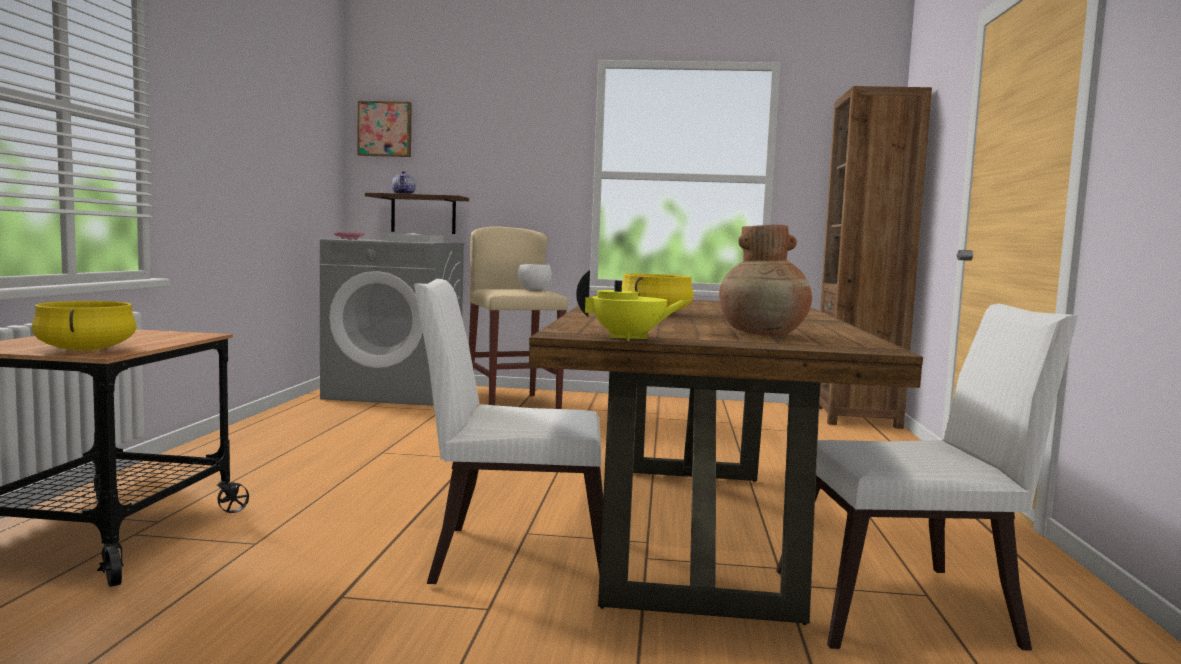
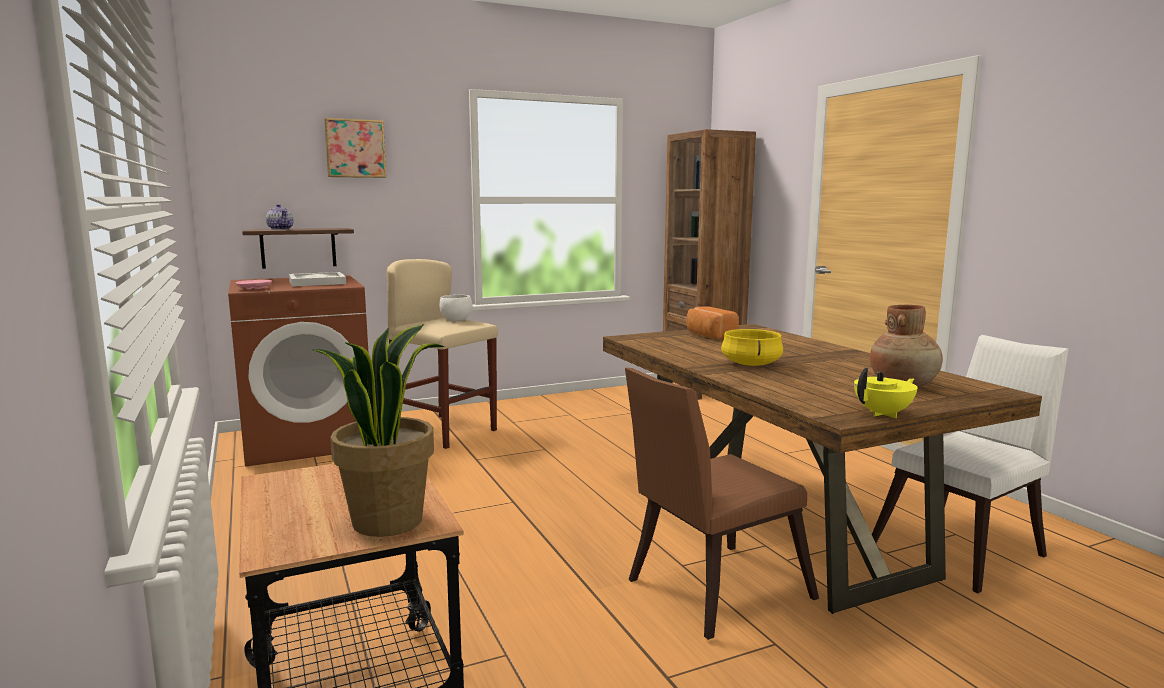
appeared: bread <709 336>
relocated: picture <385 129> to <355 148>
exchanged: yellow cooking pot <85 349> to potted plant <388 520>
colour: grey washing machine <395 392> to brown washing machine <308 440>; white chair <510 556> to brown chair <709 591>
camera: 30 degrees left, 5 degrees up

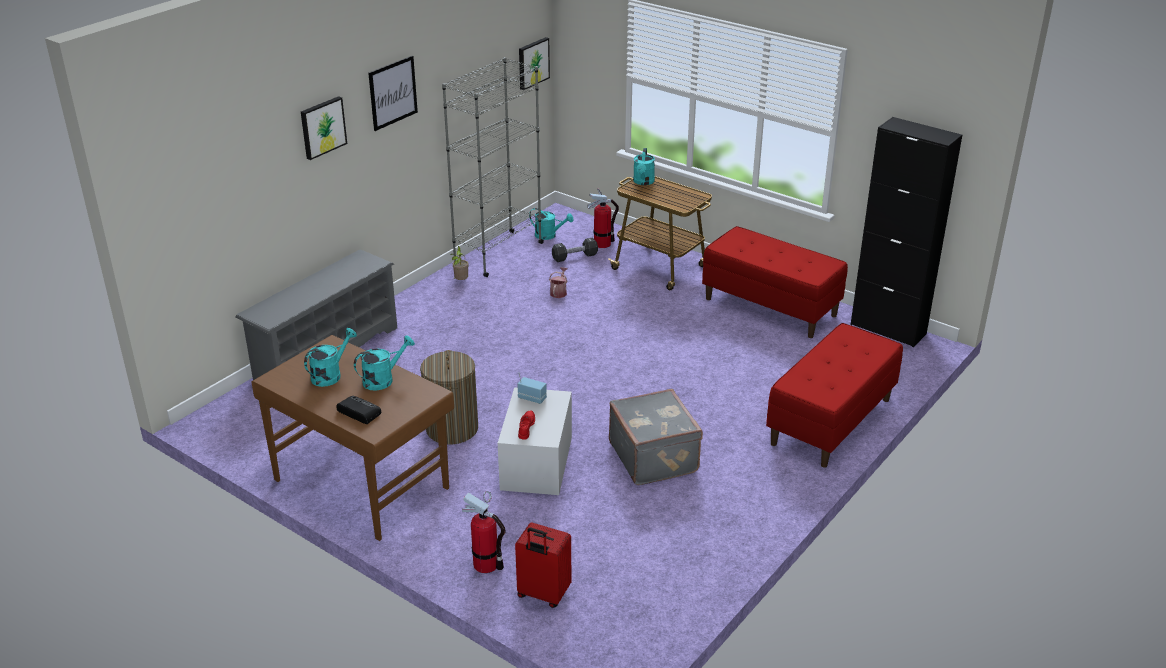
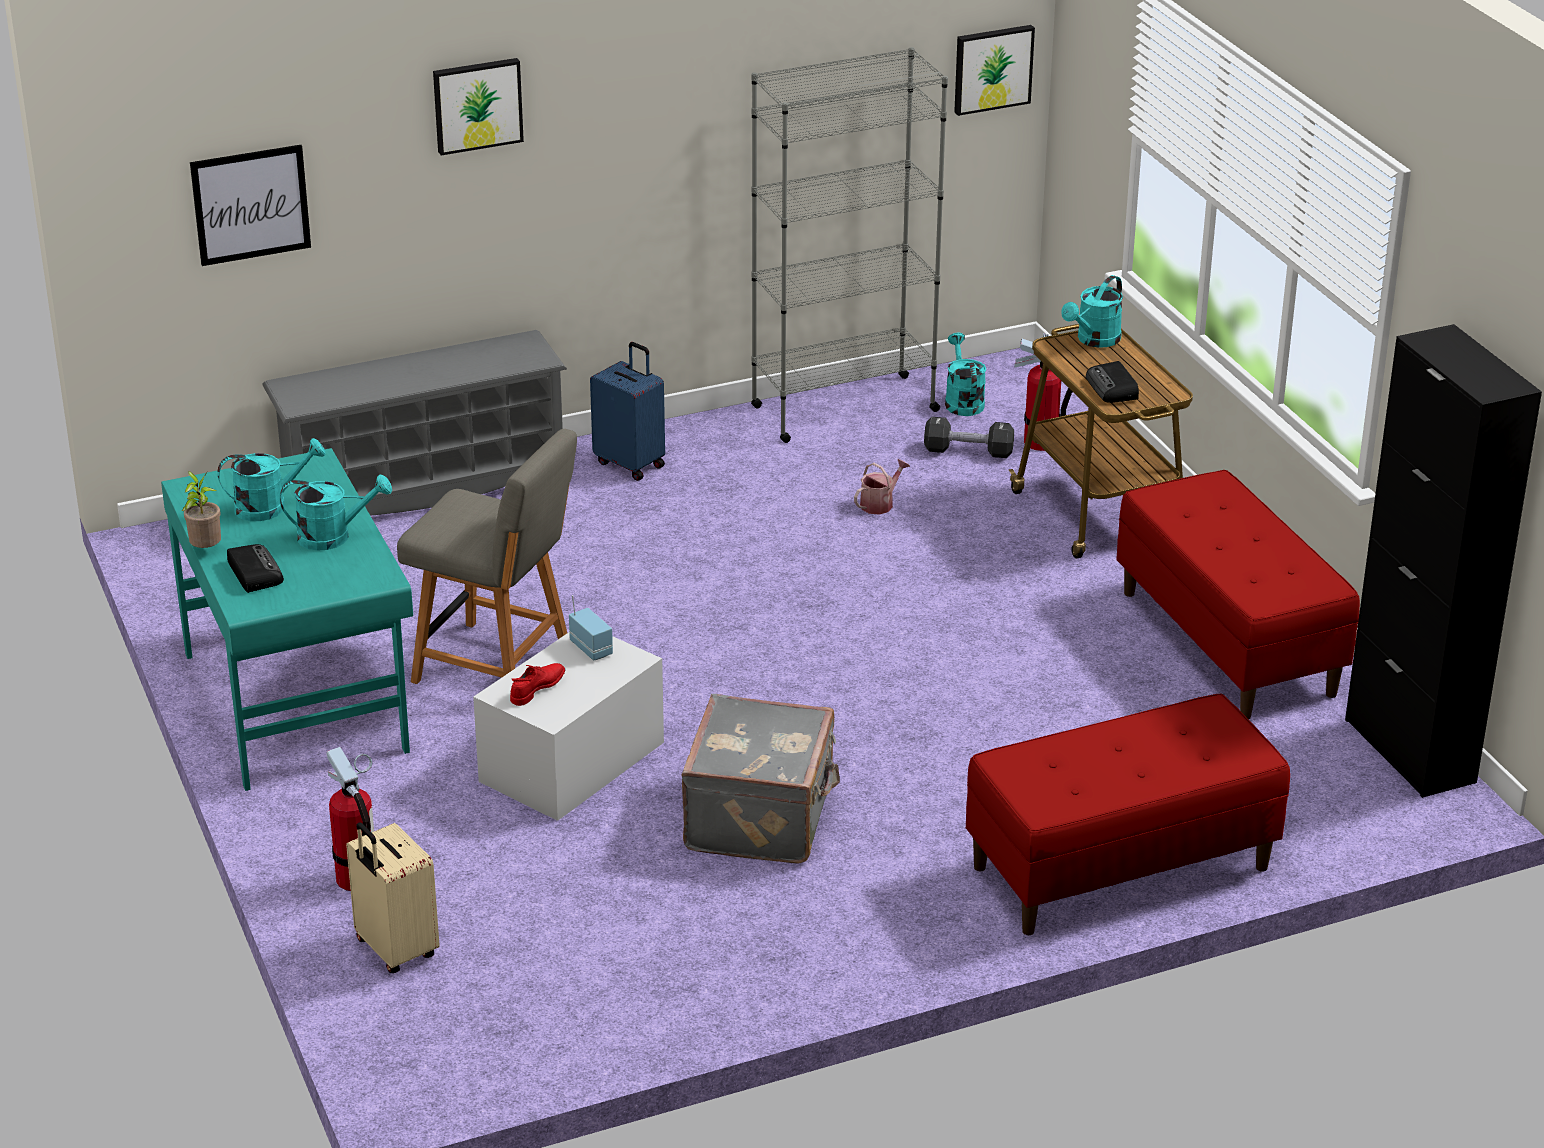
appeared: blue suitcase <631 464>; radio <1112 388>
relocated: potted plant <460 281> to <206 550>; picture <393 92> to <251 204>
exchanged: laundry basket <452 429> to grey chair <497 667>
colour: brown desk <361 482> to turquoise desk <297 700>; red suitcase <543 594> to beige suitcase <394 950>
spun: turquoise watering can <549 235> = <962 401> 150 degrees counterclockwise
camera: 30 degrees right, 0 degrees up

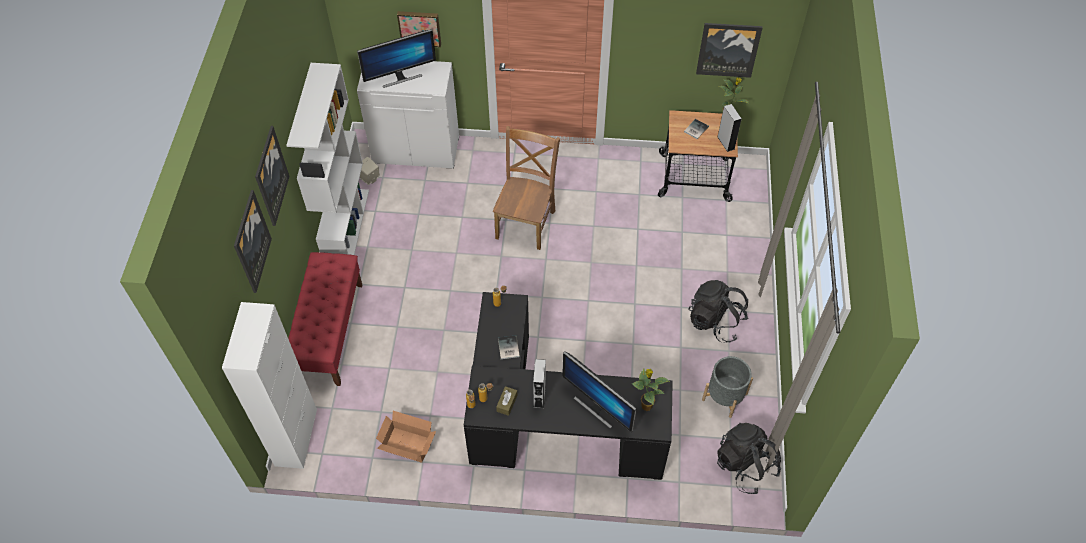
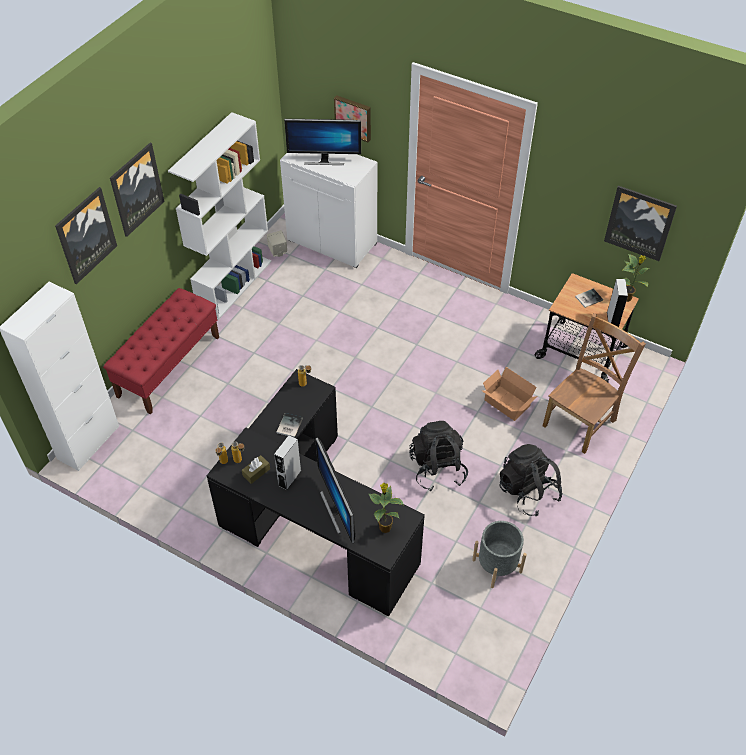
relocated: black backpack <745 465> to <437 468>; cardboard box <408 446> to <506 404>; brown chair <526 222> to <581 421>
camera: 25 degrees right, 5 degrees down

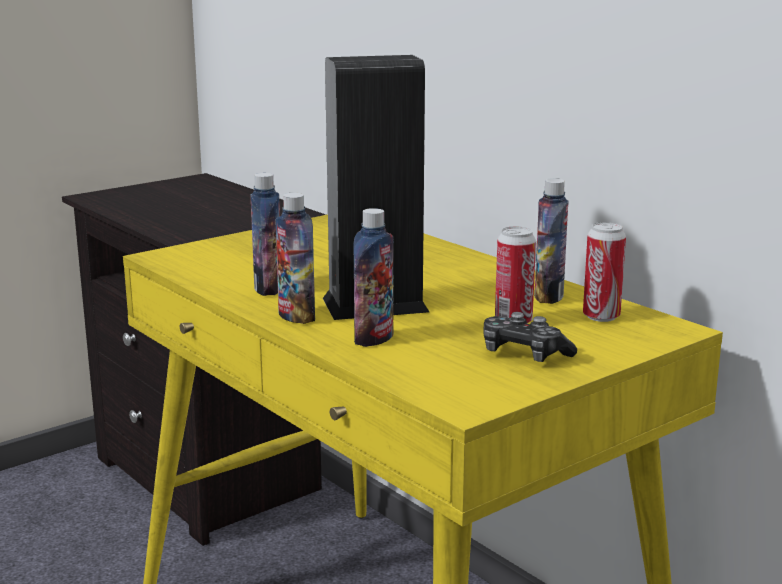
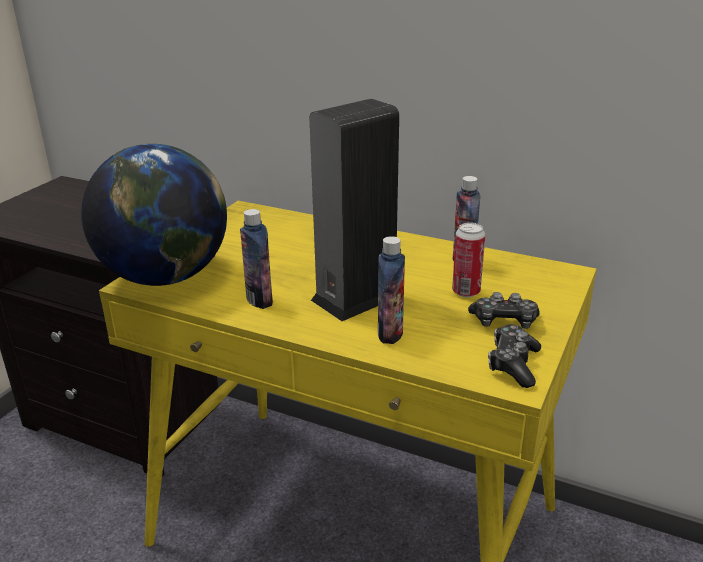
missing: bottle <296 316>; can <601 316>
appeared: globe <166 278>; game controller <513 364>
camera: 25 degrees left, 10 degrees up

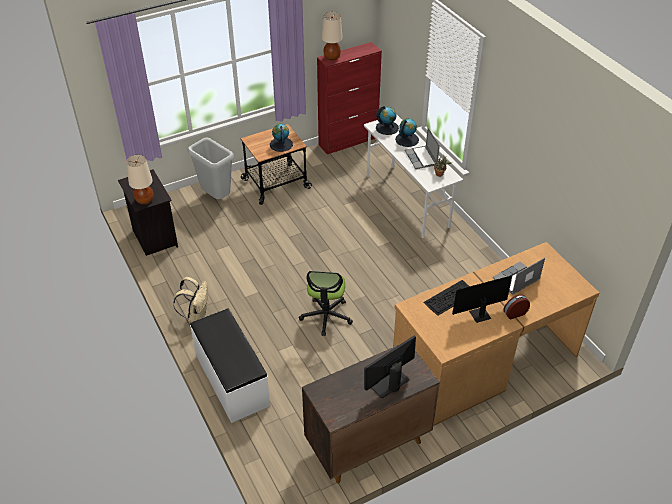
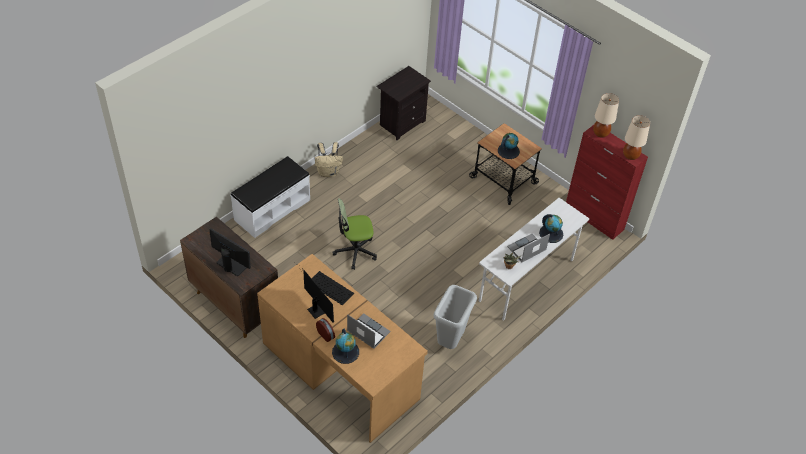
relocated: globe <387 128> to <345 352>; grey trash can <216 197> to <450 340>; beige table lamp <145 200> to <630 156>
camera: 70 degrees right, 5 degrees up

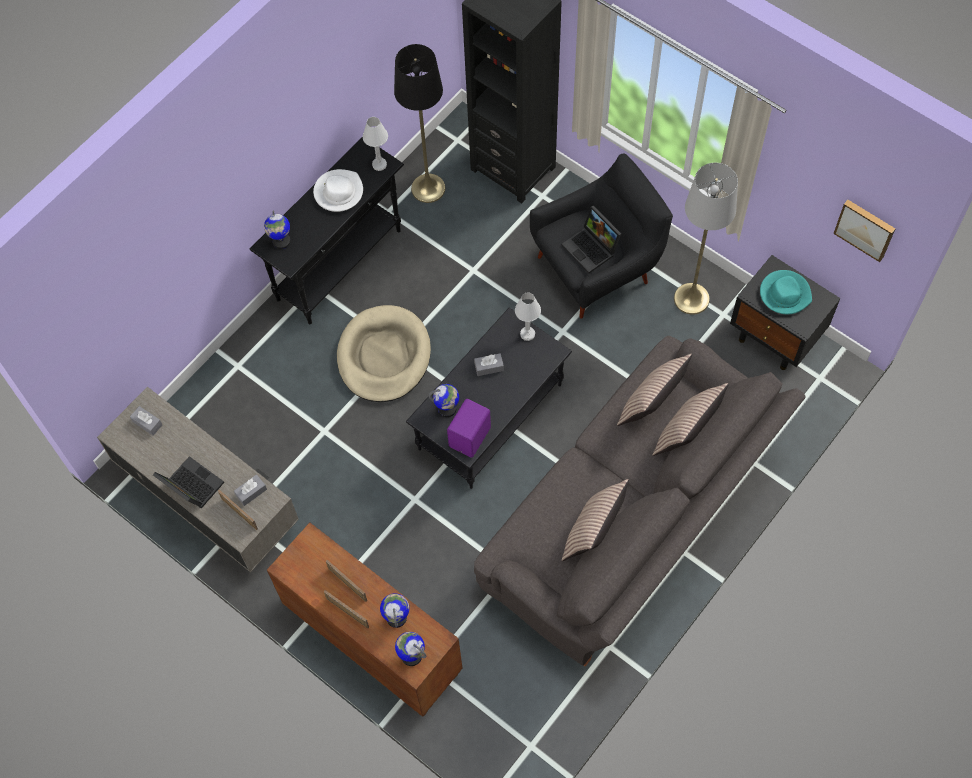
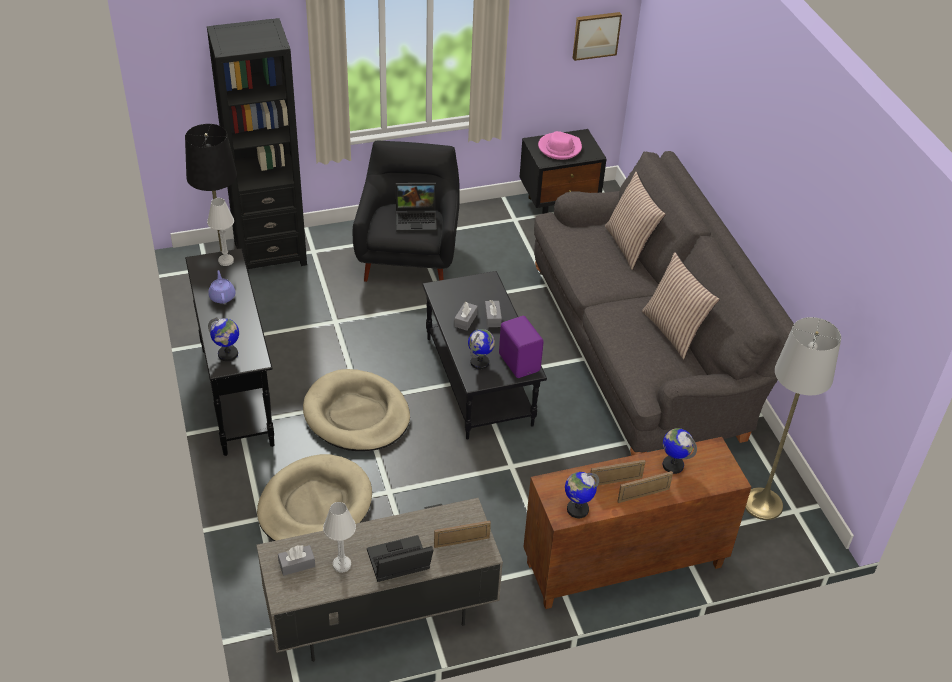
missing: pillow <651 405>
appeared: beige dog bed <315 505>
relocated: white table lamp <527 334> to <342 564>; grey tissue box <251 492> to <492 318>; globe <411 655> to <577 509>; grey floor lamp <691 298> to <762 504>
exchanged: white hat <338 192> to purple teapot <222 296>
colour: turquoise hat <785 293> to pink hat <559 148>
camera: 60 degrees left, 20 degrees down

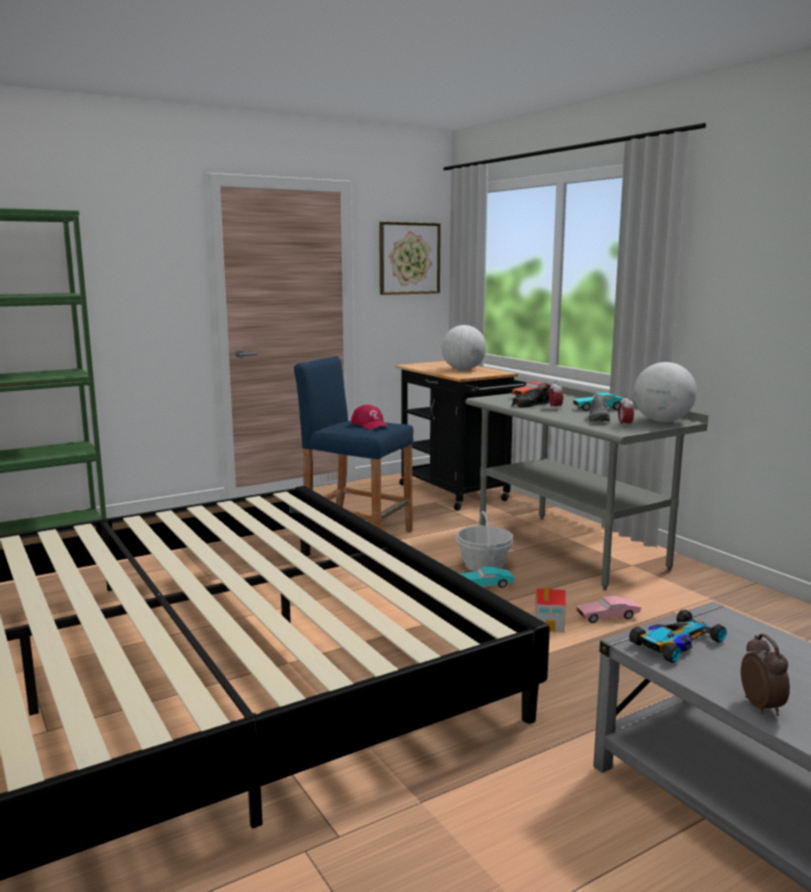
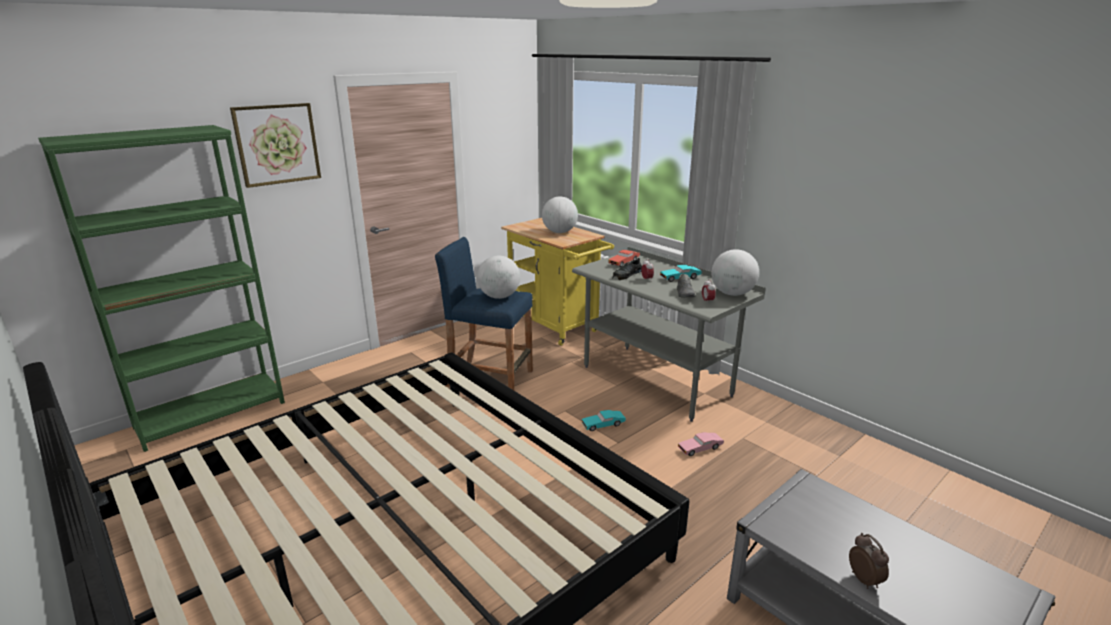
missing: basket <484 565>; toy house <550 625>; toy car <675 643>
relocated: picture <409 258> to <277 144>
exchanged: red cap <370 424> to globe <499 297>
colour: black cart <458 494> to yellow cart <556 327>
camera: 10 degrees left, 10 degrees up

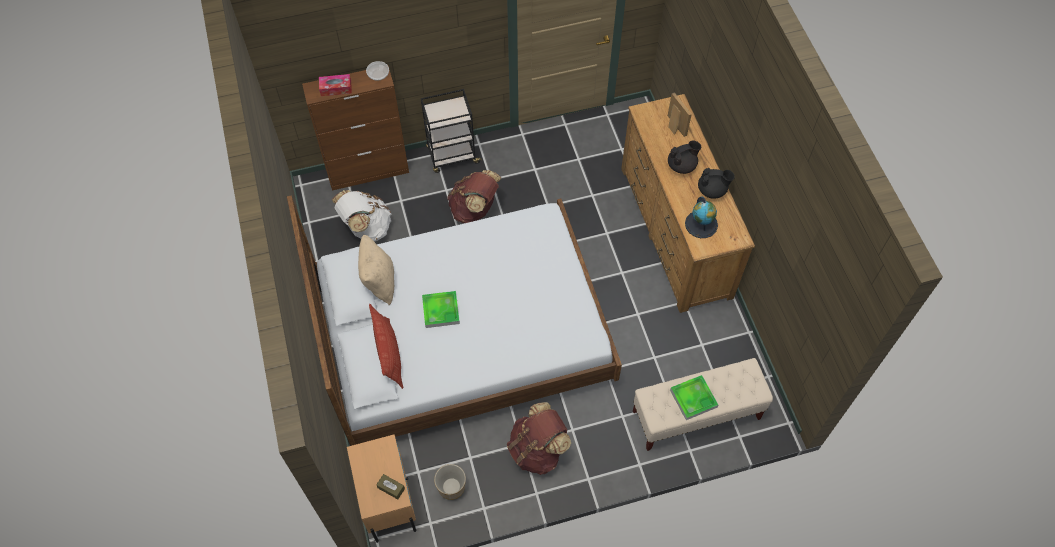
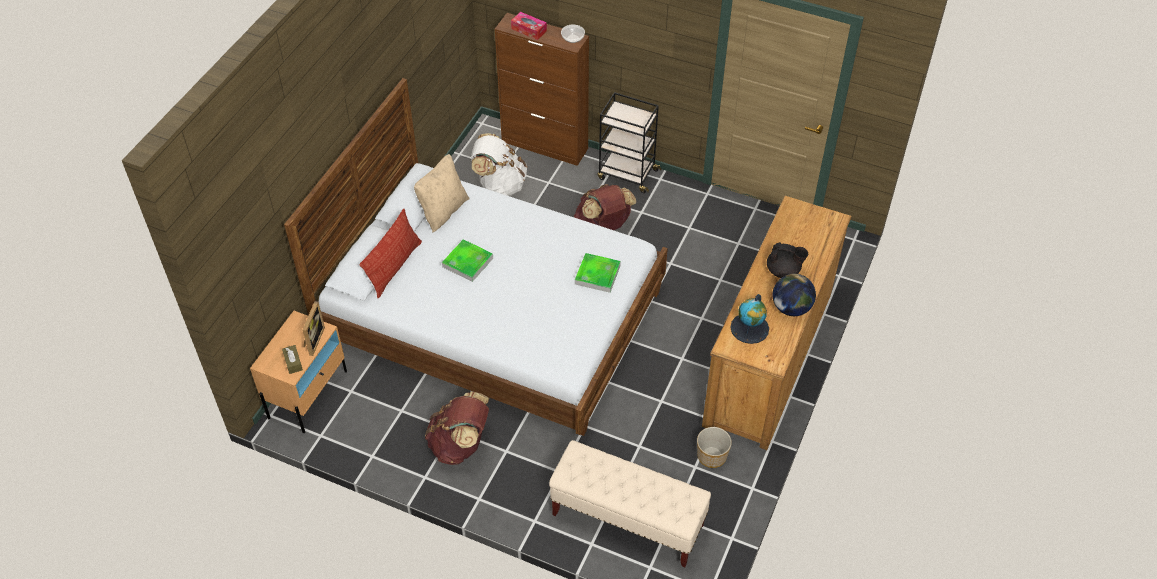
relocated: picture frame <674 127> to <312 340>; tray <693 398> to <597 275>; planter <452 487> to <712 456>
exchanged: black teapot <712 190> to globe <791 308>
camera: 40 degrees right, 10 degrees down

